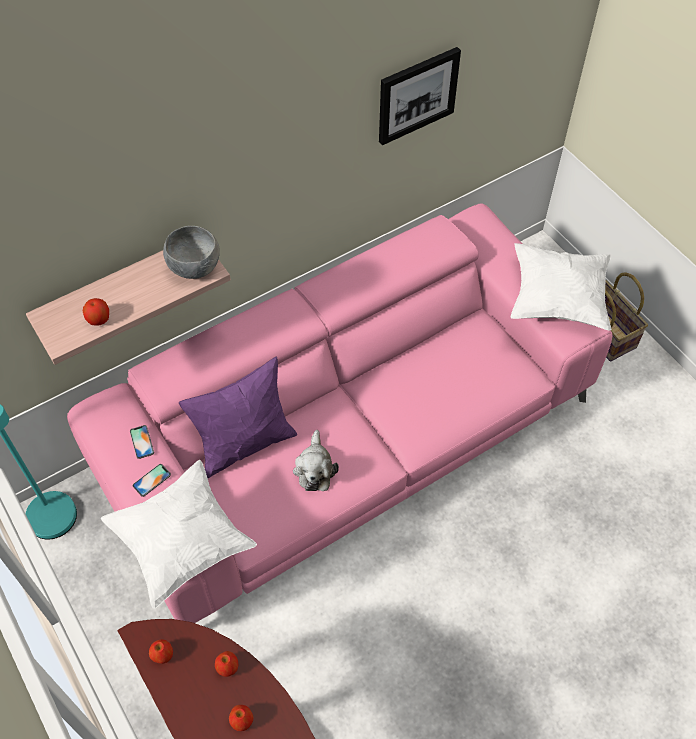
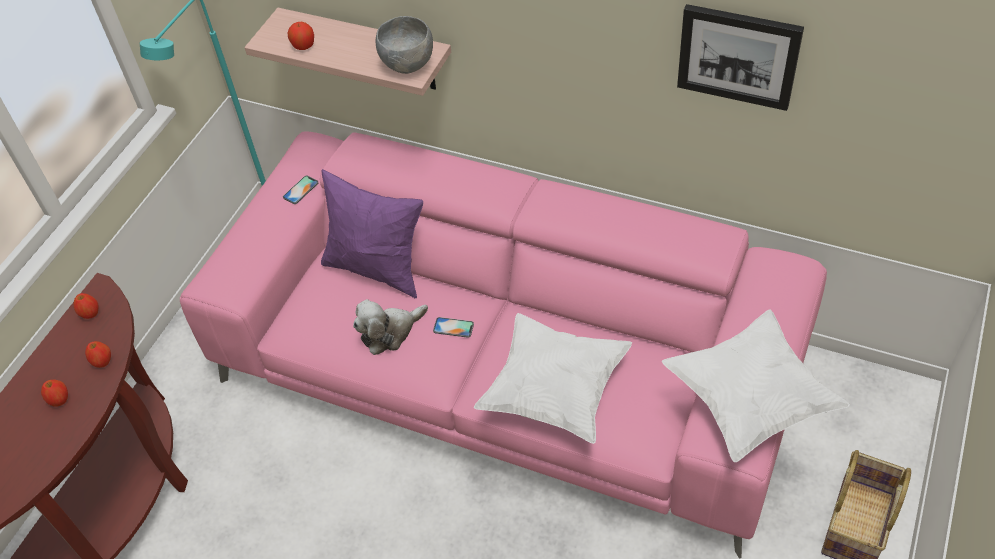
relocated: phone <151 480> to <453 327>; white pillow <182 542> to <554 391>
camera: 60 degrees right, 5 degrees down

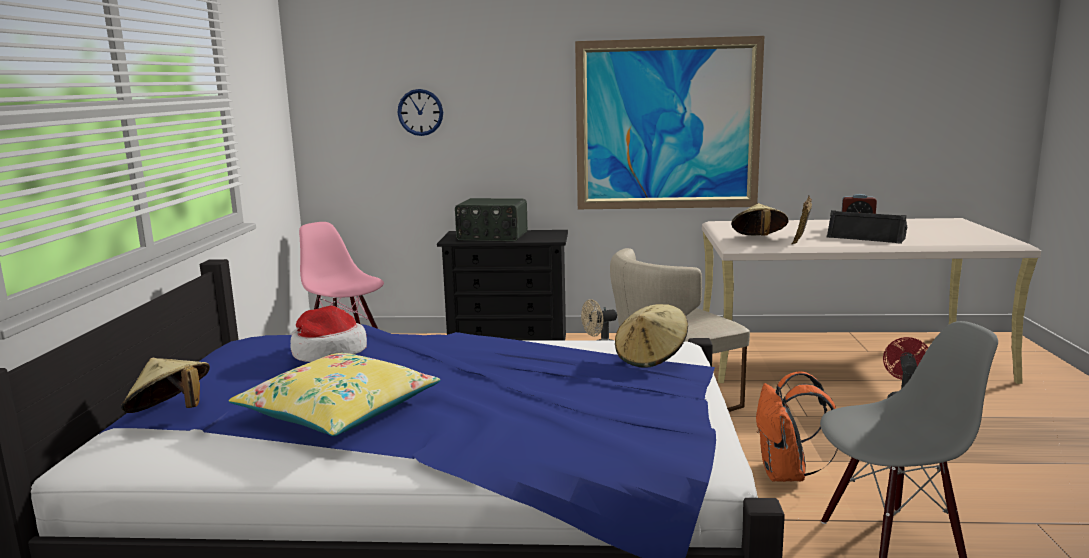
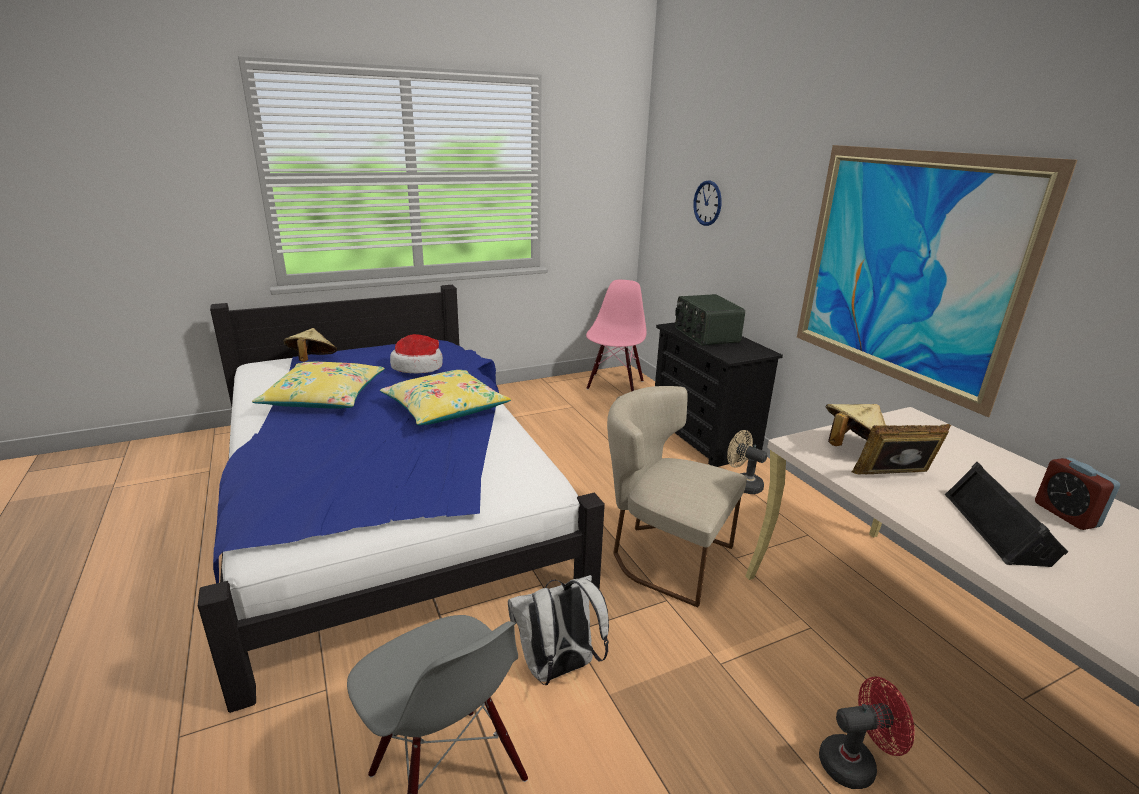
missing: beige hat <651 357>
appeared: yellow pillow <445 409>
colour: orange backpack <787 475> to white backpack <558 669>
camera: 60 degrees right, 10 degrees up

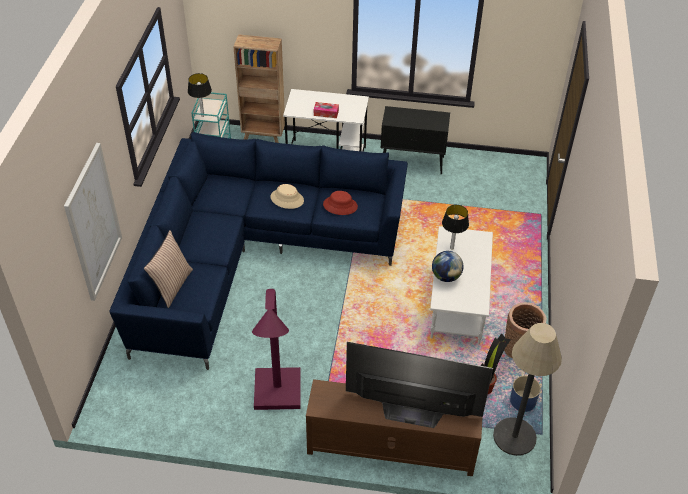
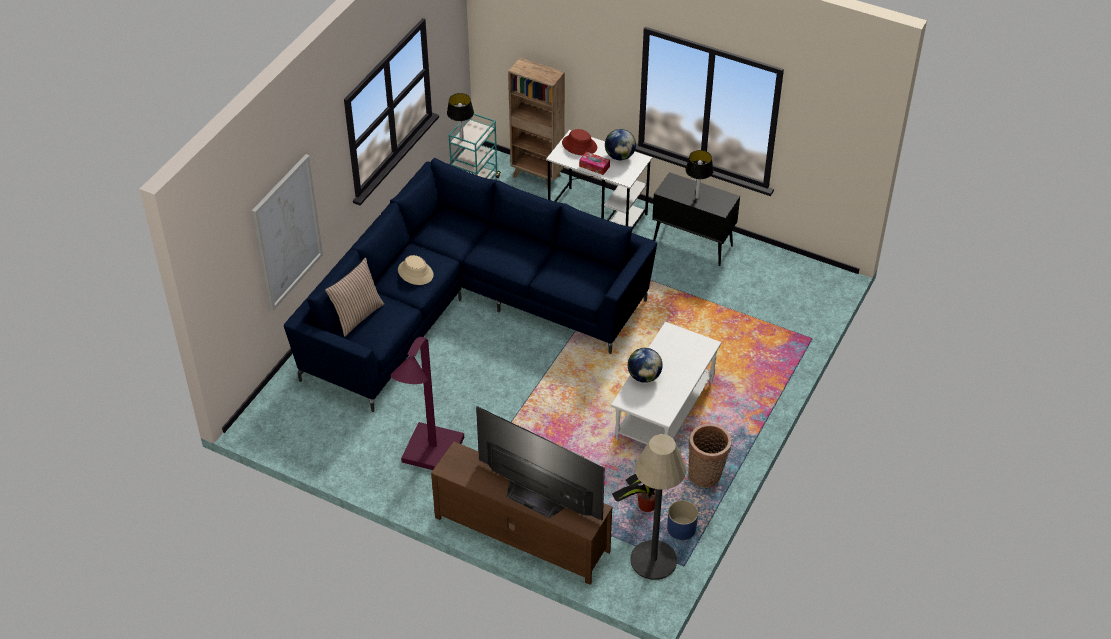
appeared: globe <619 156>
relocated: beige hat <287 199> to <415 272>; red hat <340 205> to <579 145>; table lamp <452 248> to <697 197>
camera: 20 degrees right, 0 degrees up

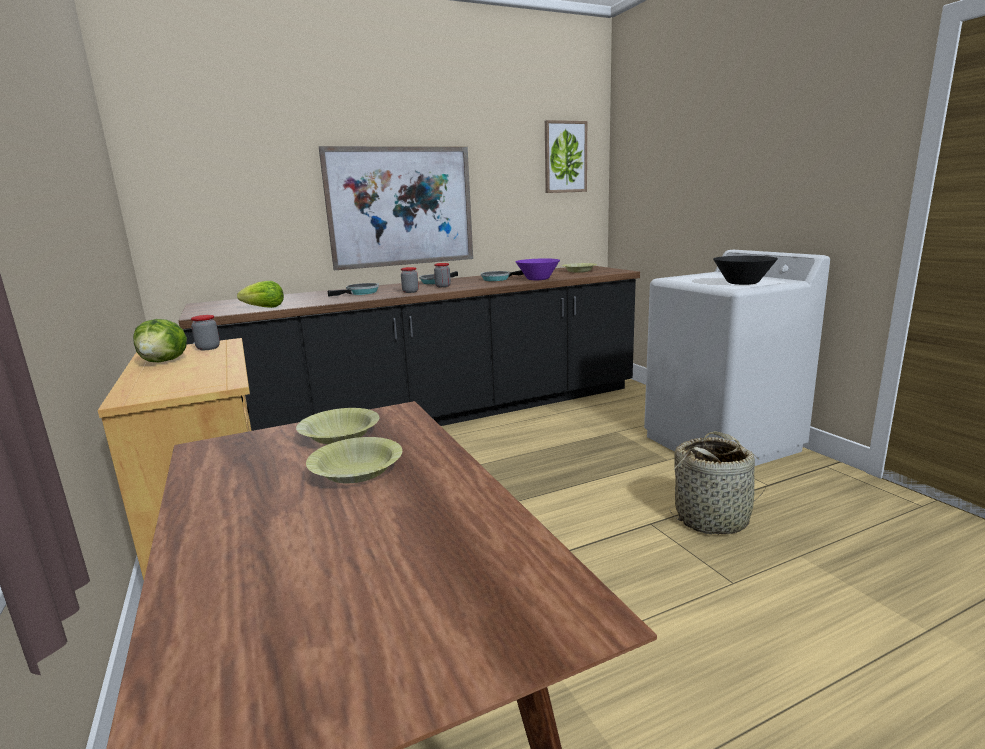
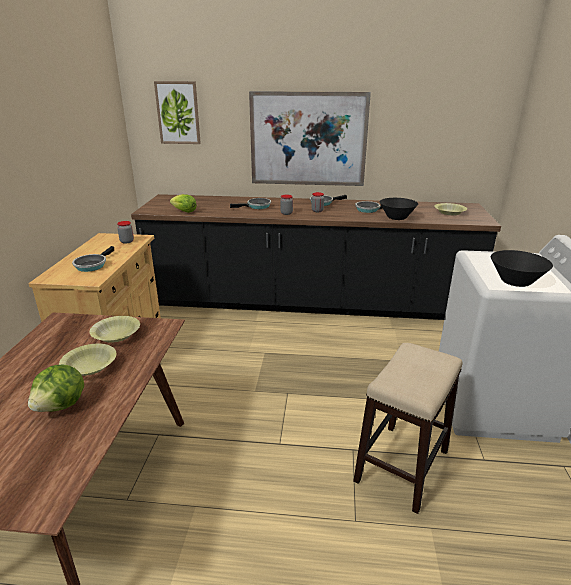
appeared: frying pan <92 265>
relocated: lettuce <165 361> to <62 405>; picture <565 157> to <178 113>
exchanged: basket <712 518> to stool <401 466>
colour: purple bowl <538 279> to black bowl <397 218>
camera: 30 degrees right, 10 degrees up

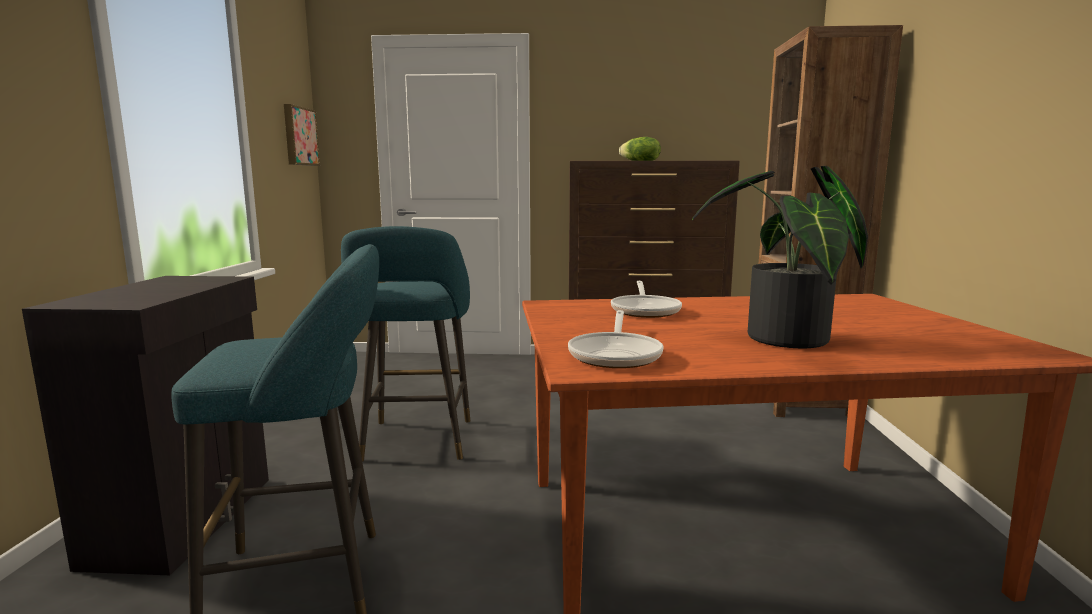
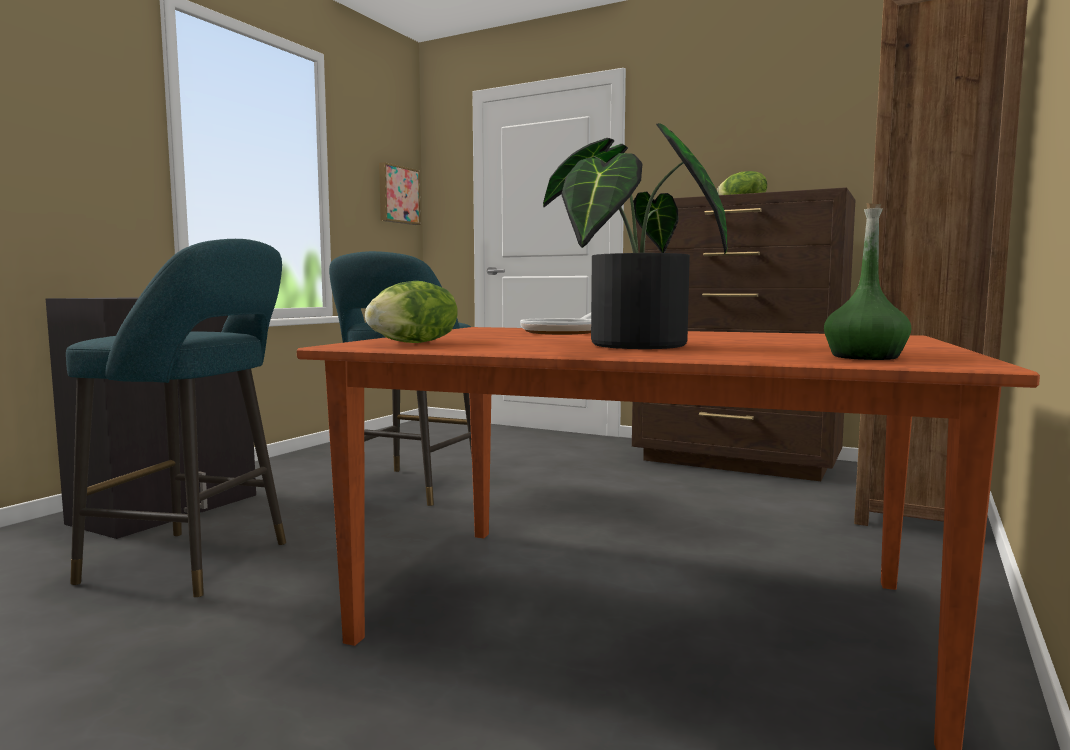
appeared: green bottle <865 357>
exchanged: frying pan <616 355> to lettuce <414 343>
camera: 25 degrees right, 5 degrees down

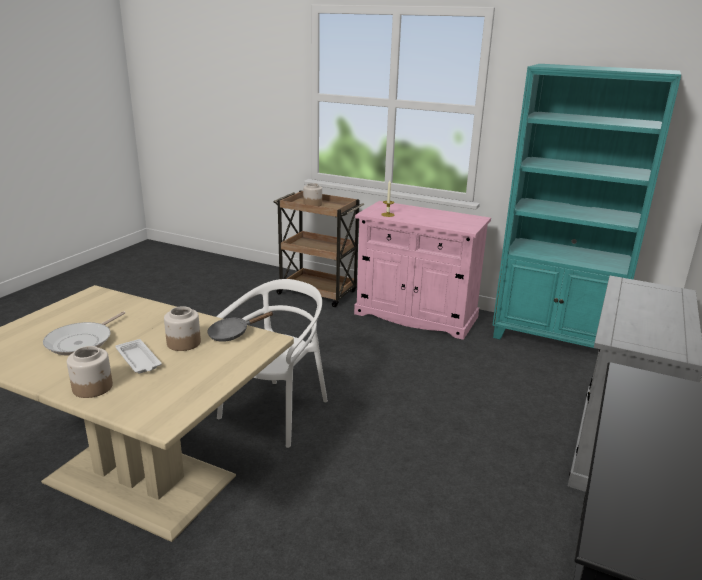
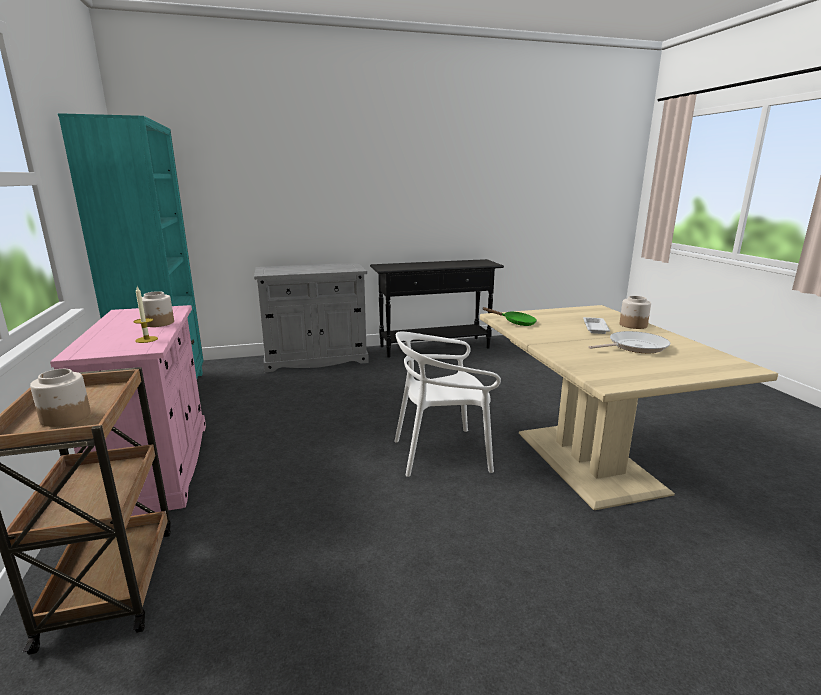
relocated: jar <183 343> to <159 323>
colour: grey frying pan <232 334> to green frying pan <515 323>
camera: 130 degrees left, 5 degrees down

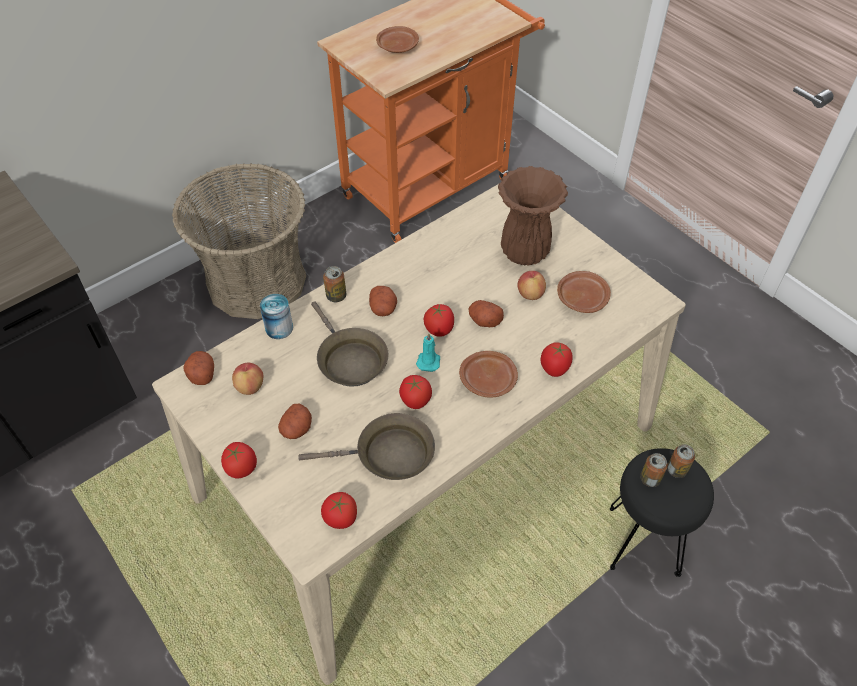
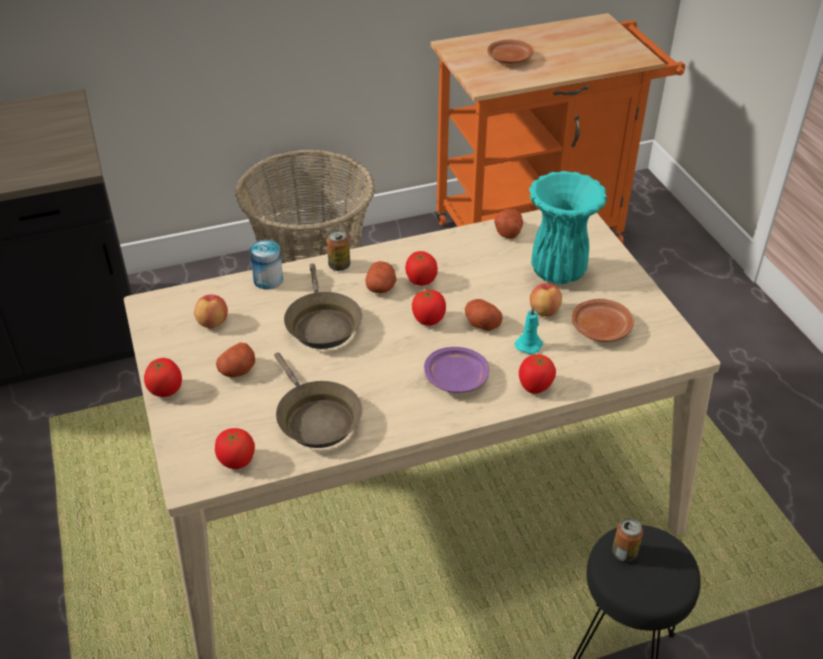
missing: can <677 470>
relocated: tomato <415 400> to <420 280>; potato <201 374> to <508 231>; turquoise candle <428 361> to <529 344>
colour: brown plate <488 380> to purple plate <457 378>; brown vase <524 253> to turquoise vase <557 273>
spun: brown frying pan <388 455> = <315 418> 45 degrees clockwise
camera: 20 degrees right, 10 degrees down

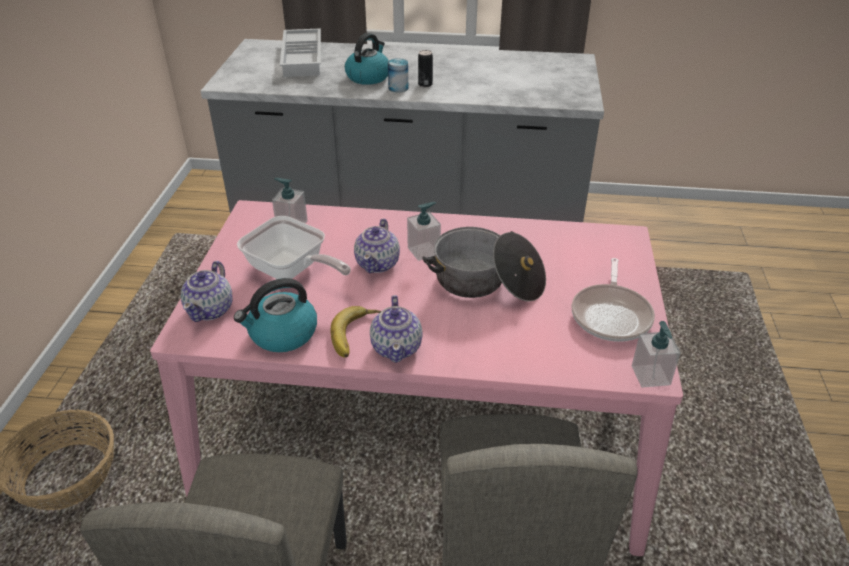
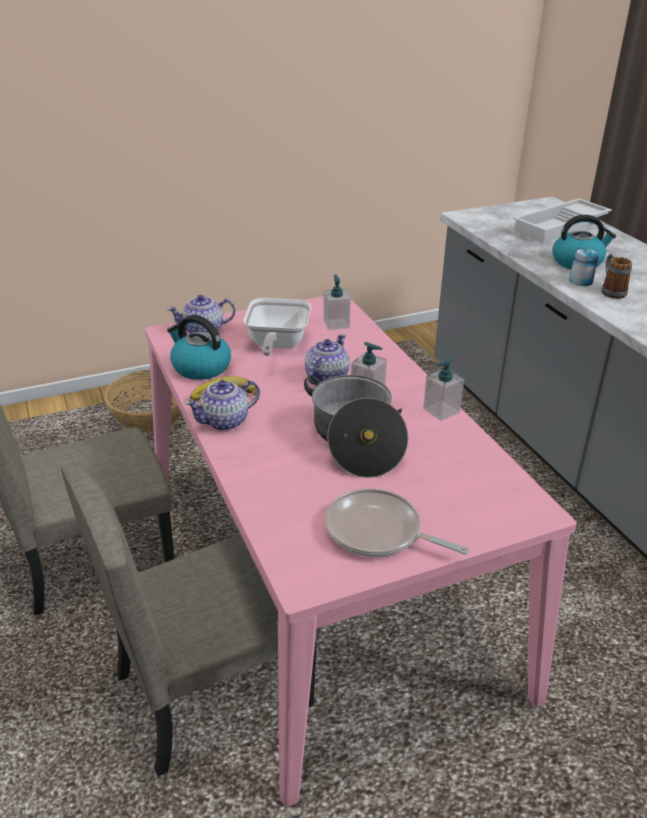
relocated: soap dispenser <650 375> to <441 410>
exchanged: can <425 84> to mug <611 291>
spun: teapot <378 263> = <326 378> 135 degrees clockwise; frying pan <611 314> = <378 532> 45 degrees clockwise
camera: 60 degrees right, 5 degrees down

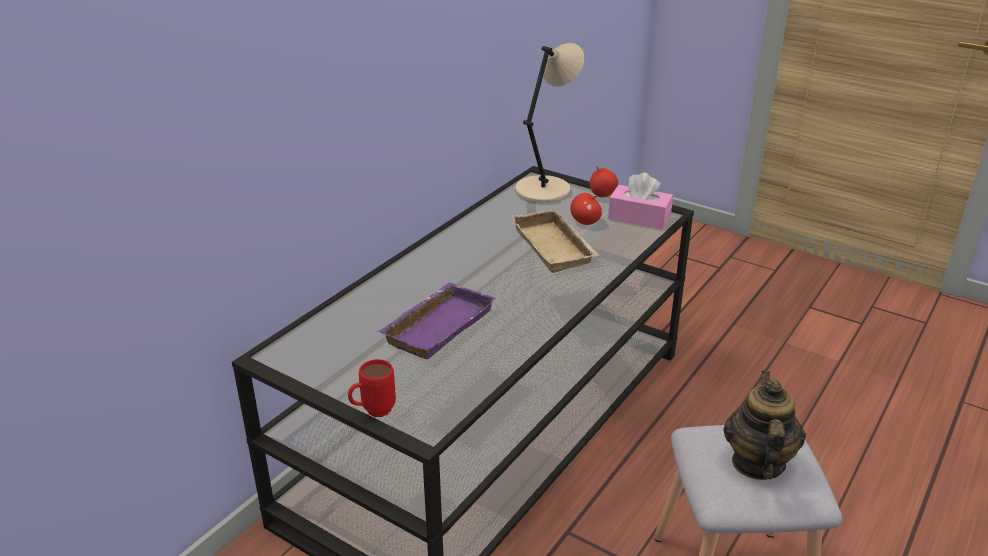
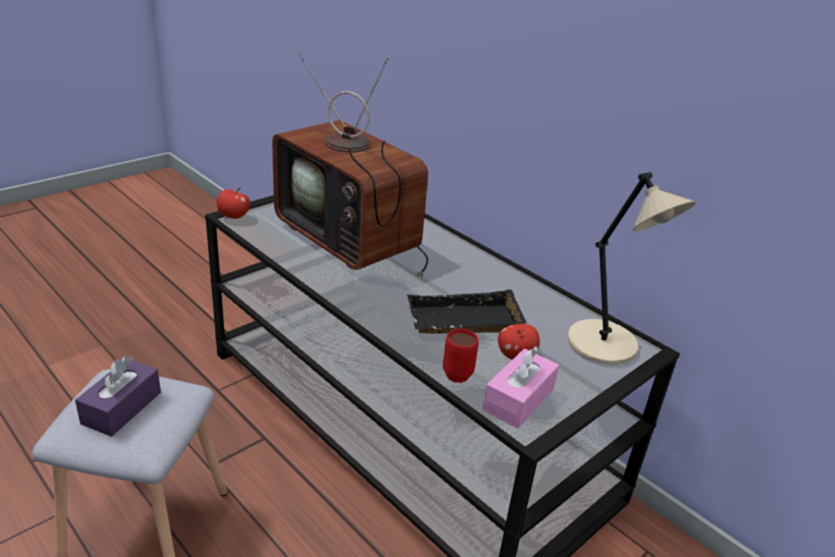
relocated: apple <602 195> to <233 217>; red mug <372 412> to <455 371>
exchanged: teapot <757 463> to purple tissue box <122 408>; purple tray <437 325> to television <353 240>
colour: beige tray <556 247> to black tray <463 323>
camera: 100 degrees right, 0 degrees up

